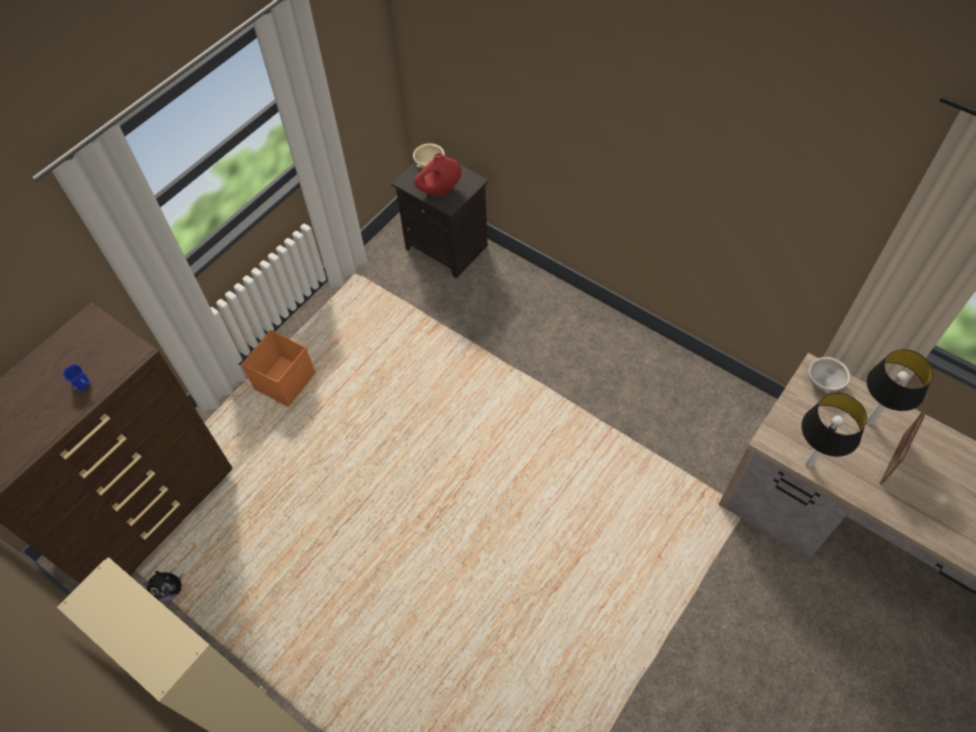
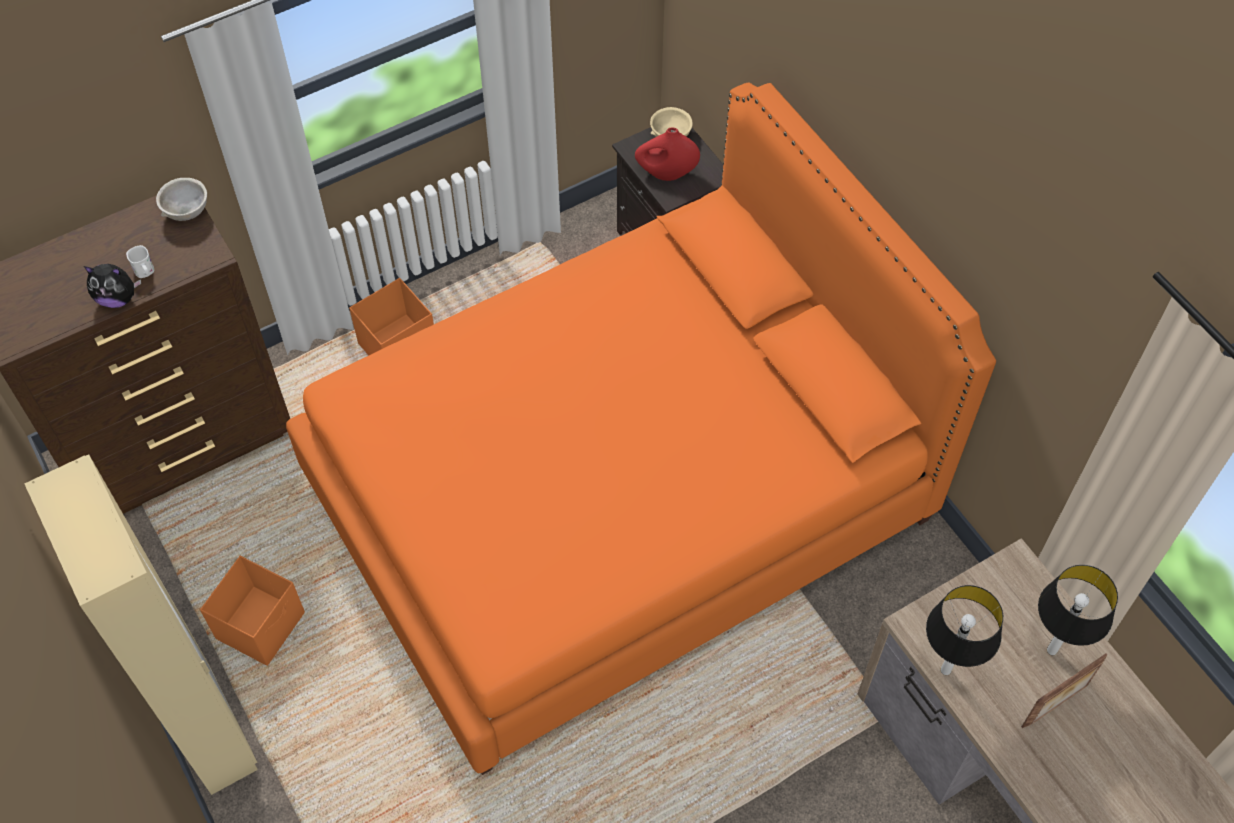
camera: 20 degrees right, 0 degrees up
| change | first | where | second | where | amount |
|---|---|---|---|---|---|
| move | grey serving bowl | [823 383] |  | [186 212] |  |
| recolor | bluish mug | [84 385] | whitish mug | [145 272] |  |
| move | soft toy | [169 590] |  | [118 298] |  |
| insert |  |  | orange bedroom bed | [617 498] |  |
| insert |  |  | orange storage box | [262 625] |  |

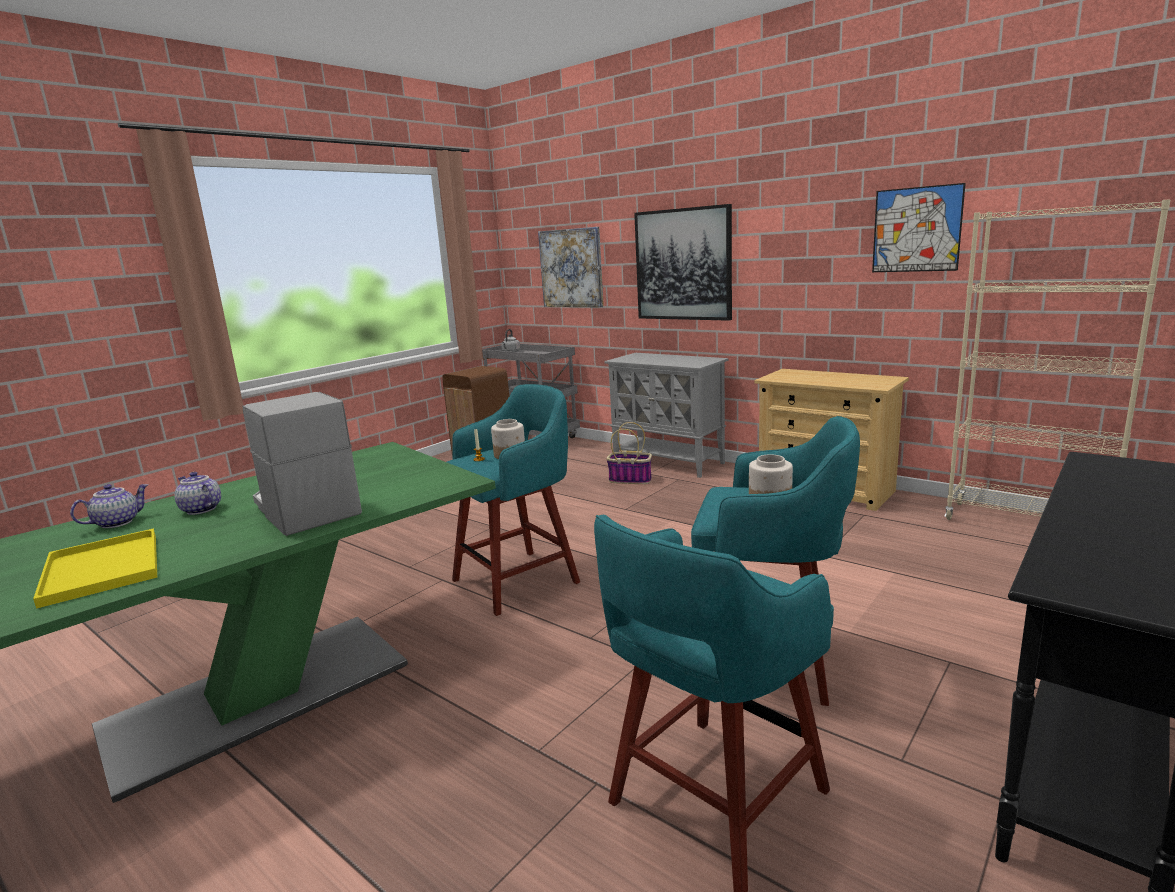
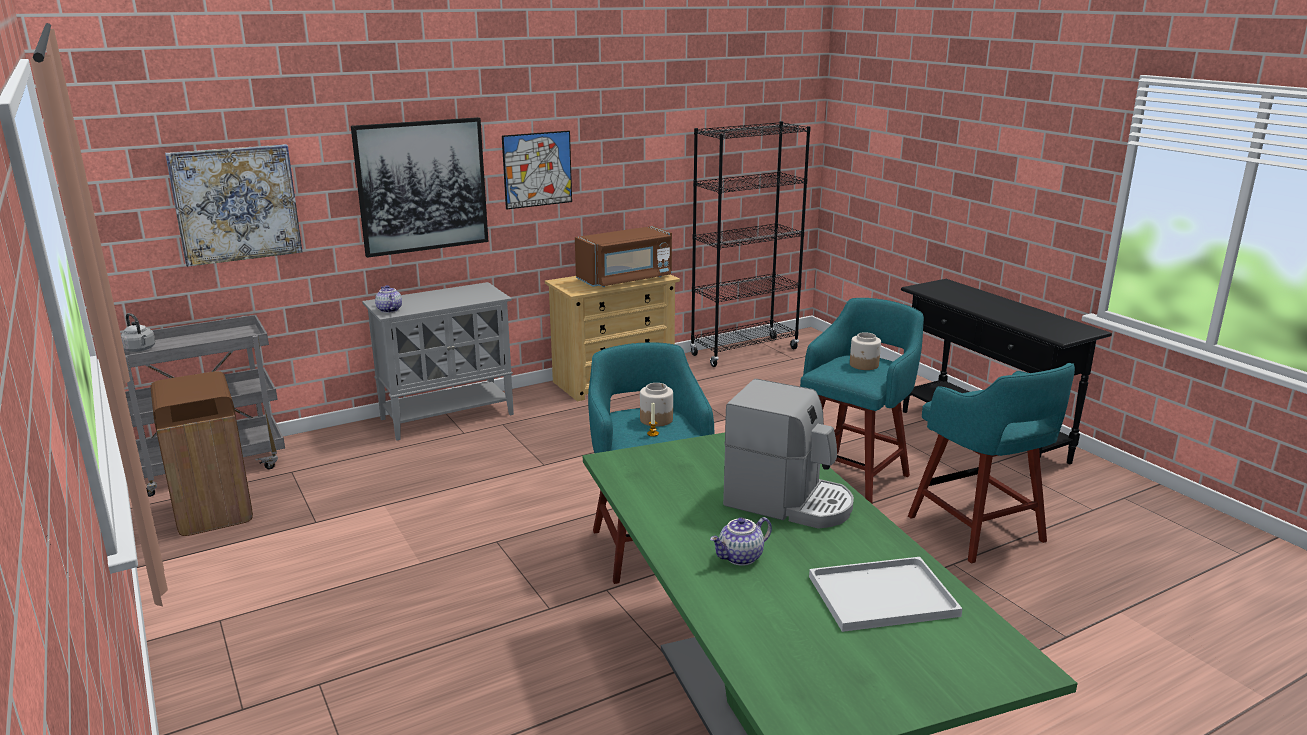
camera: 70 degrees left, 5 degrees up
| change | first | where | second | where | amount |
|---|---|---|---|---|---|
| move | wall picture | [916 229] |  | [537 169] |  |
| recolor | sand-coloured bookshelf | [1027 524] | black bookshelf | [744 352] |  |
| rotate | coffee brewer | [305 509] |  | [789 502] | 135 degrees counterclockwise |
| delete | basket | [631 480] |  |  |  |
| move | teapot | [117 522] |  | [388 310] |  |
| recolor | yellow carrying tray | [100 568] | whitish carrying tray | [880 597] |  |
| insert |  |  | brown-coloured microwave oven | [625 279] |  |

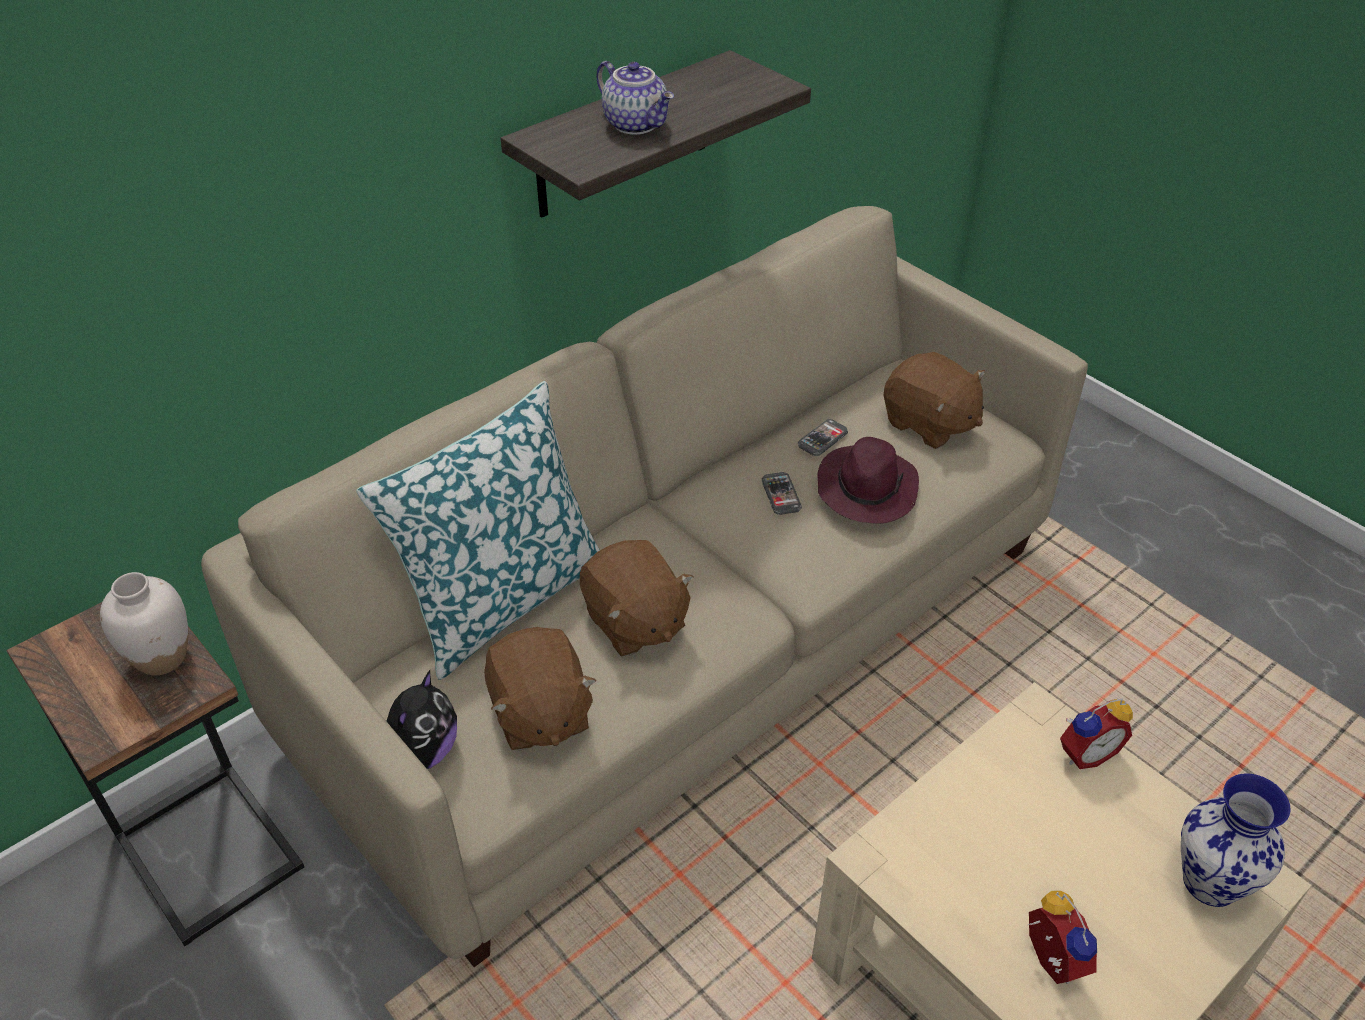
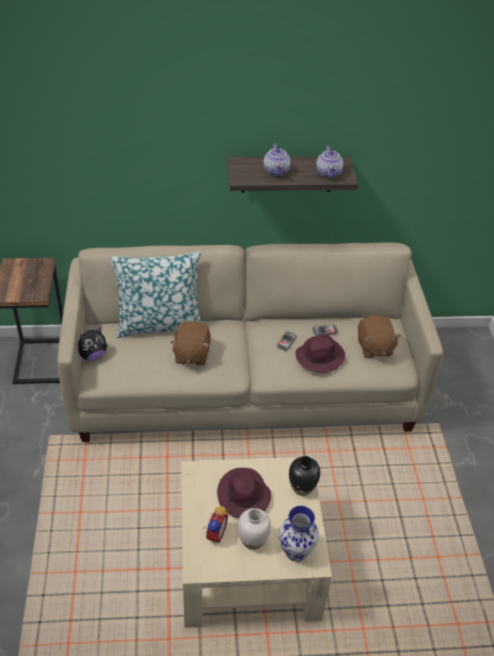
camera: 35 degrees right, 0 degrees up
| change | first | where | second | where | amount |
|---|---|---|---|---|---|
| move | whitish decorative vase | [162 658] |  | [252 541] |  |
| delete | brown-coloured soft toy | [539 714] |  |  |  |
| replace | alarm clock | [1085 752] | black decorative vase | [302 488] |  |
| insert |  |  | teapot | [329 173] |  |
| insert |  |  | purple-coloured hat | [244 496] |  |

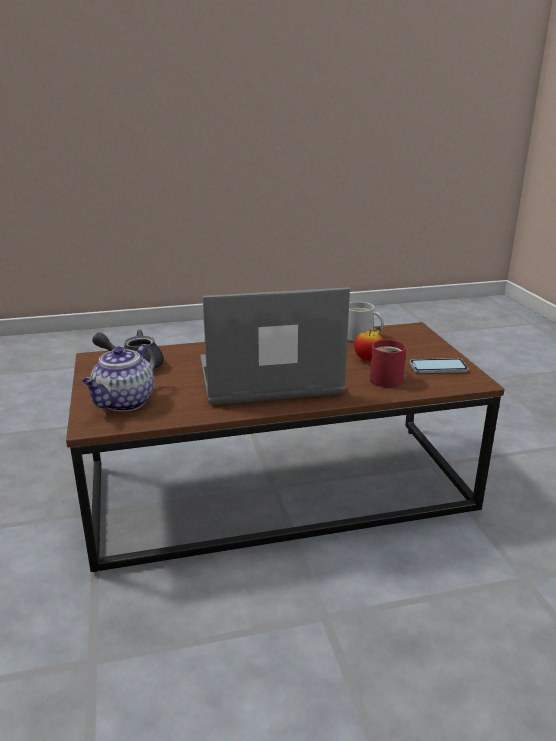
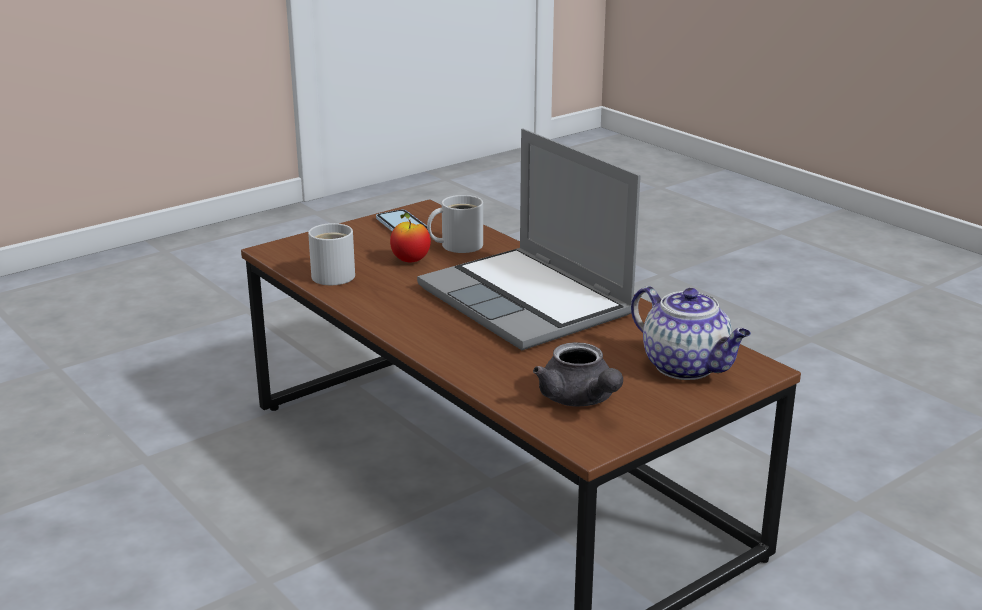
camera: 115 degrees left, 0 degrees up
| change | first | where | second | where | amount |
|---|---|---|---|---|---|
| recolor | red-coloured mug | [387 378] | whitish mug | [458 245] |  |
| rotate | teapot | [124 403] |  | [687 367] | 45 degrees clockwise |

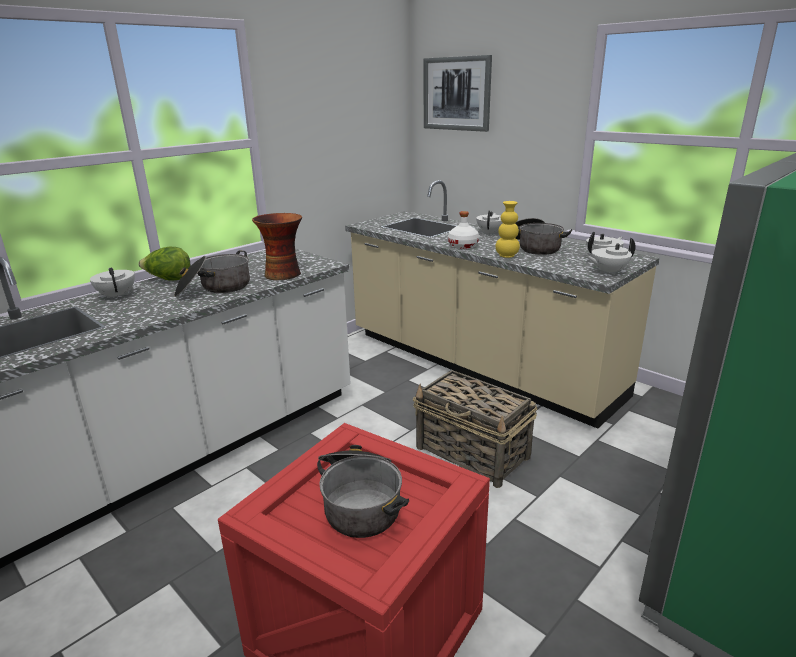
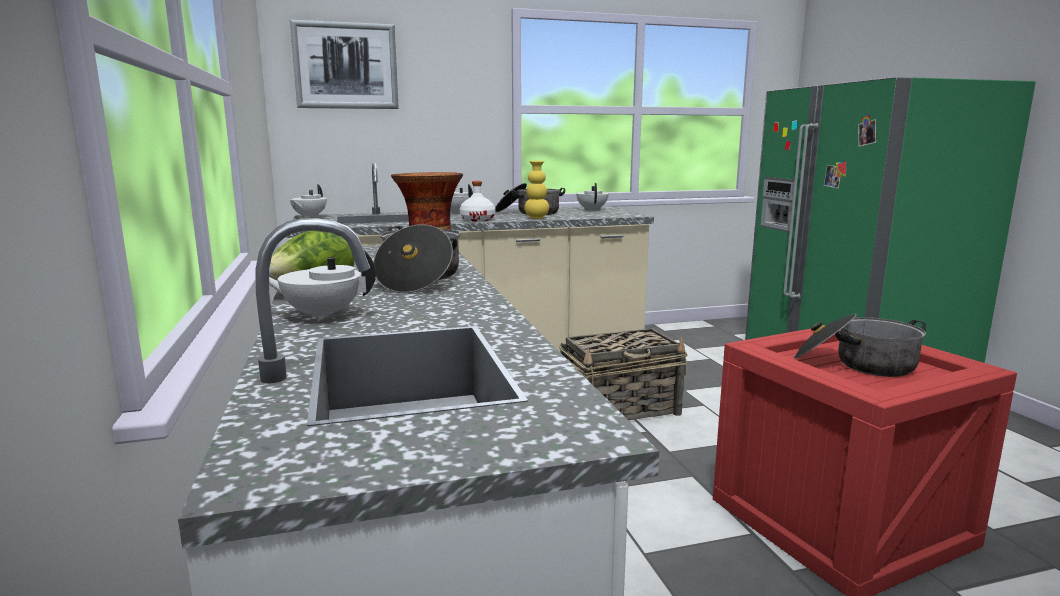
camera: 60 degrees left, 10 degrees down
| change | first | where | second | where | amount |
|---|---|---|---|---|---|
| move | whitish teapot | [608 272] |  | [309 217] |  |

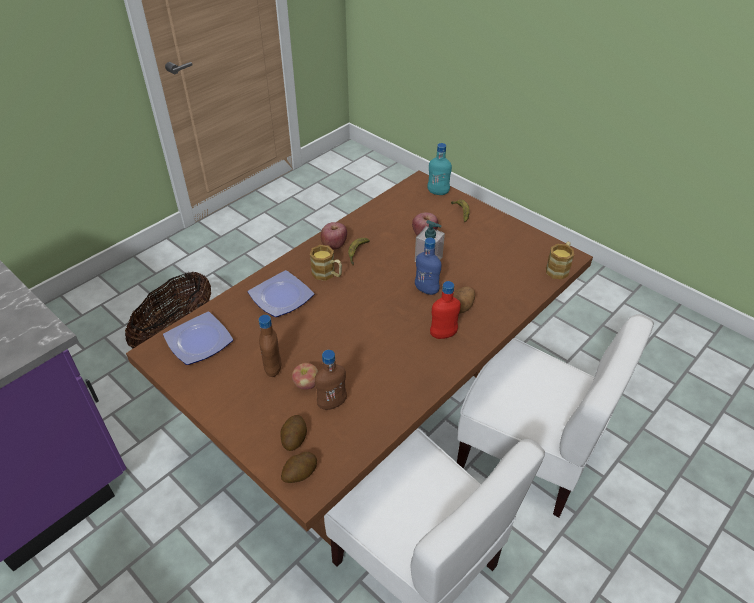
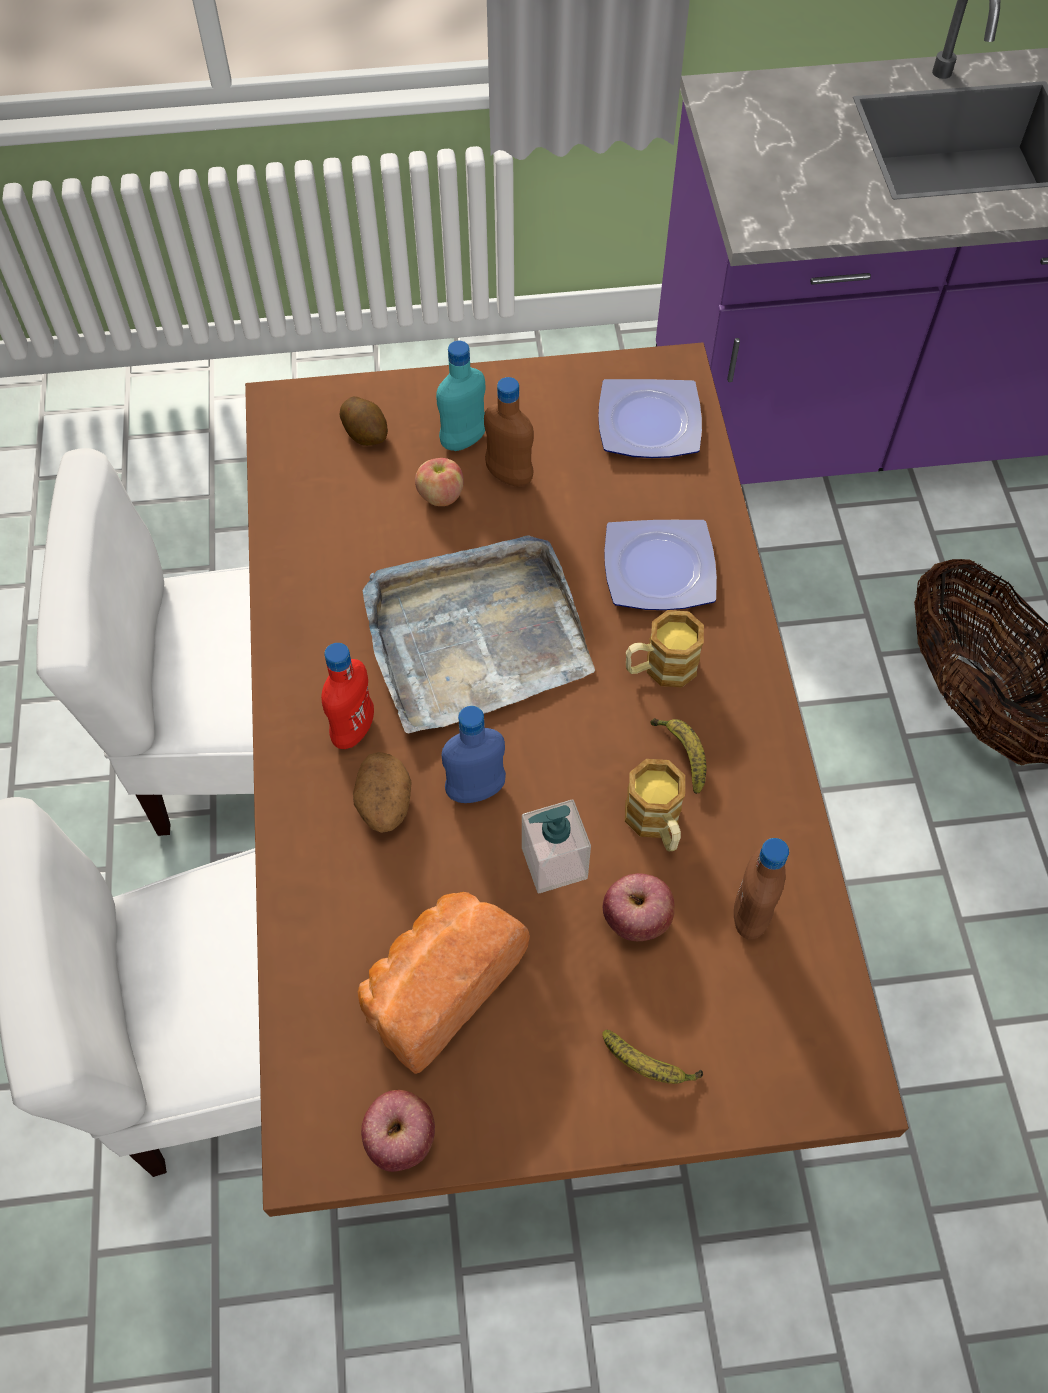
camera: 130 degrees right, 15 degrees up
| change | first | where | second | where | amount |
|---|---|---|---|---|---|
| move | turquoise drink bottle | [438 192] |  | [464 440] |  |
| move | whole apple | [334 245] |  | [401 1139] |  |
| move | mug | [559 268] |  | [656 824] |  |
| move | brown-coloured drink bottle | [332 403] |  | [751 914] |  |
| delete | whole potato | [300 474] |  |  |  |
| insert |  |  | grey carrying tray | [475 636] |  |
| insert |  |  | bread | [438 985] |  |

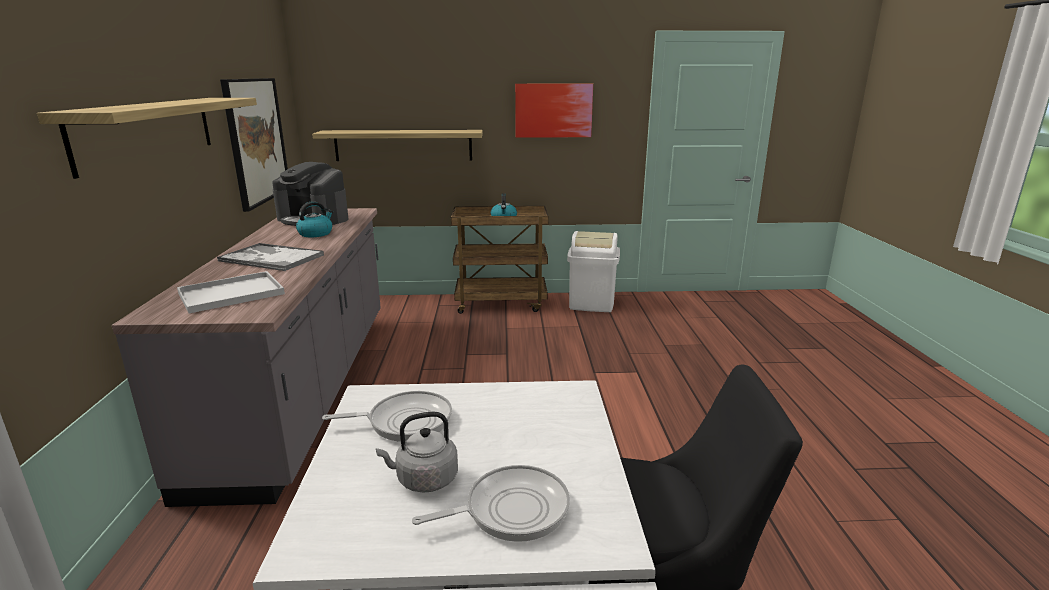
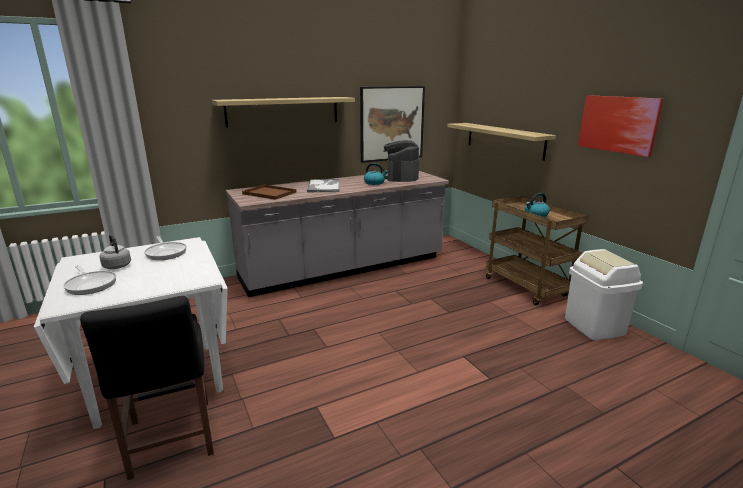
camera: 65 degrees right, 0 degrees up
| change | first | where | second | where | amount |
|---|---|---|---|---|---|
| recolor | whitish carrying tray | [229 294] | brown-coloured carrying tray | [268 193] |  |

